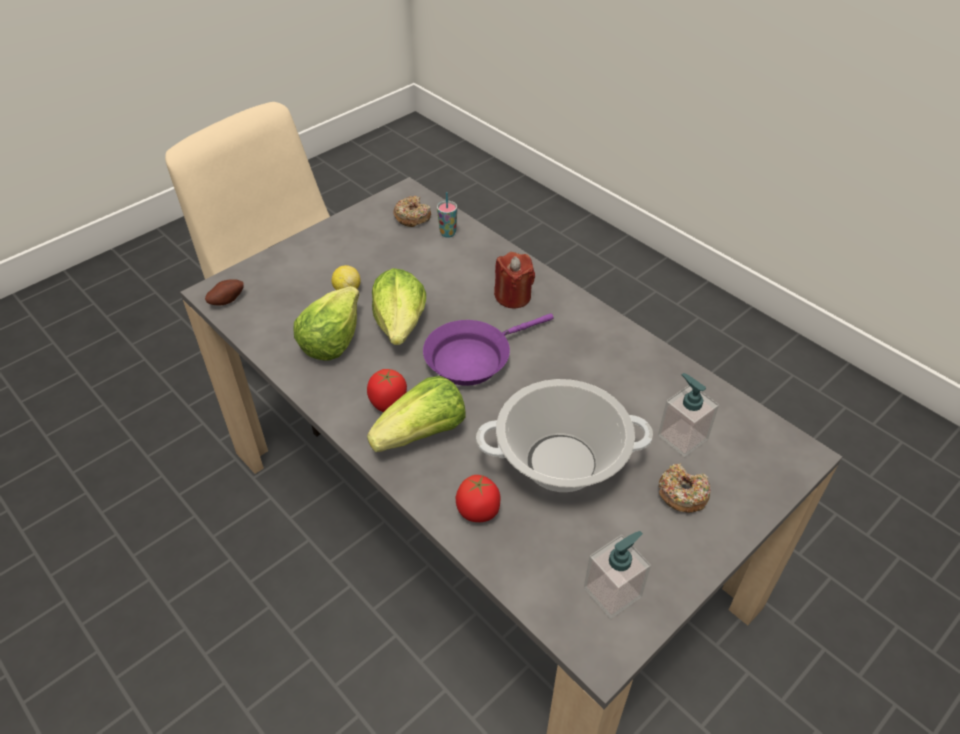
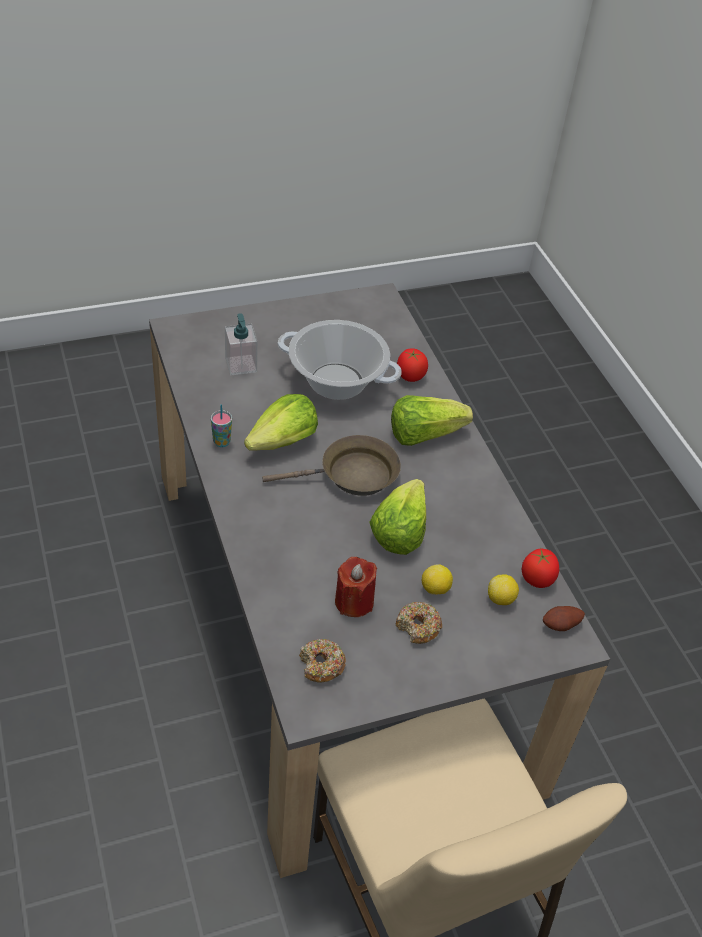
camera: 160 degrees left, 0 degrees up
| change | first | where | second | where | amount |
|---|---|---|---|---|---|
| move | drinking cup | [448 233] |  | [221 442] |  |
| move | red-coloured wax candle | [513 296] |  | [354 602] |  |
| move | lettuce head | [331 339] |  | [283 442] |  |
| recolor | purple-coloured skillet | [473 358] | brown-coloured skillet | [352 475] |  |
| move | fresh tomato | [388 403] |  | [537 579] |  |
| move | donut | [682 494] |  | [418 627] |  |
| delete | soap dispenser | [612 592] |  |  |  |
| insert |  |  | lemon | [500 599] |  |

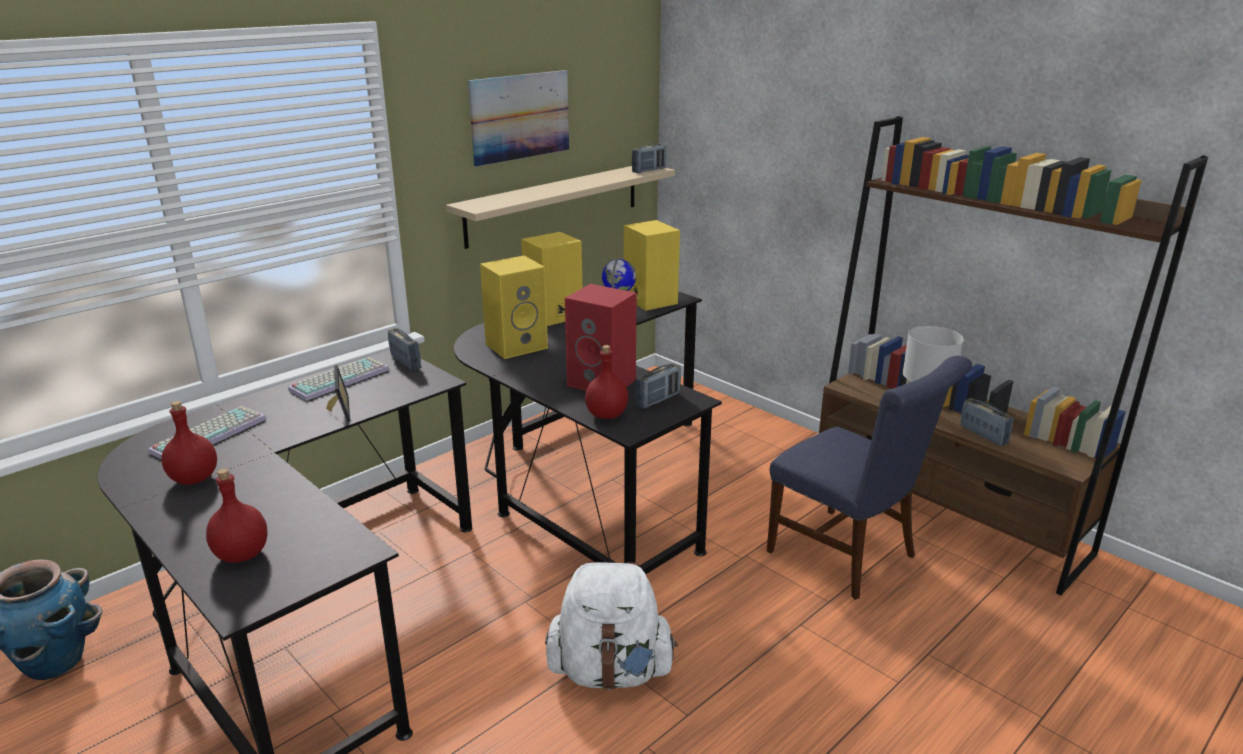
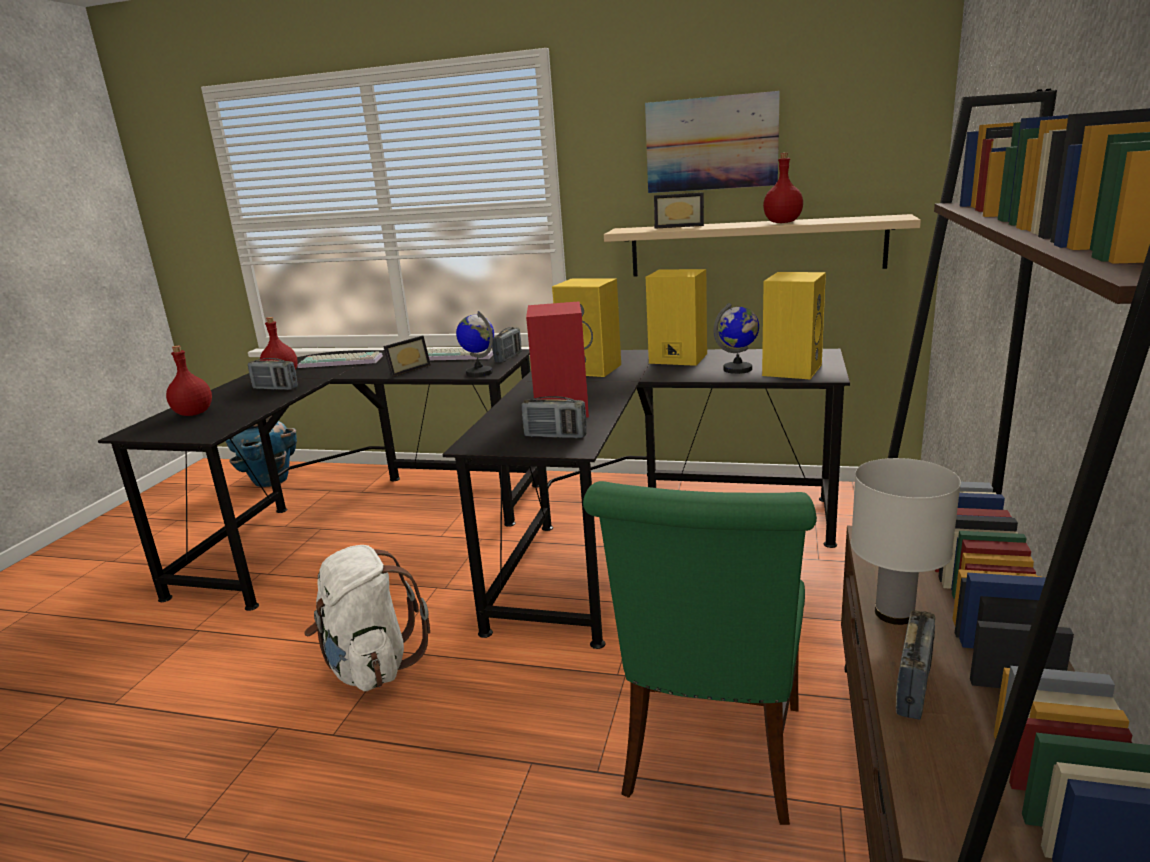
camera: 60 degrees right, 5 degrees down
| change | first | where | second | where | amount |
|---|---|---|---|---|---|
| move | radio receiver | [649 170] |  | [275 388] |  |
| move | red-coloured drink bottle | [606 415] |  | [781 222] |  |
| recolor | bluish plain chair | [849 556] | green plain chair | [711 758] |  |
| insert |  |  | standing frame | [679 226] |  |
| insert |  |  | globe | [479 373] |  |

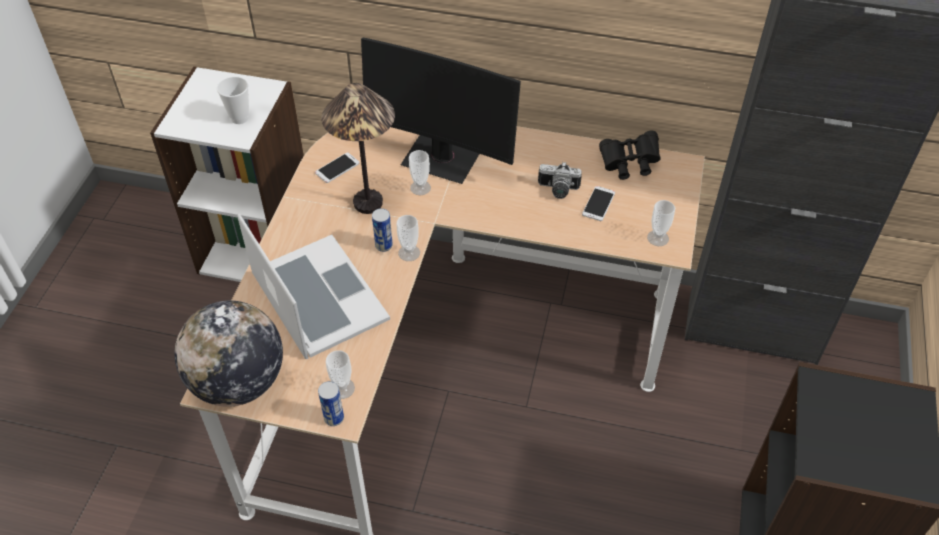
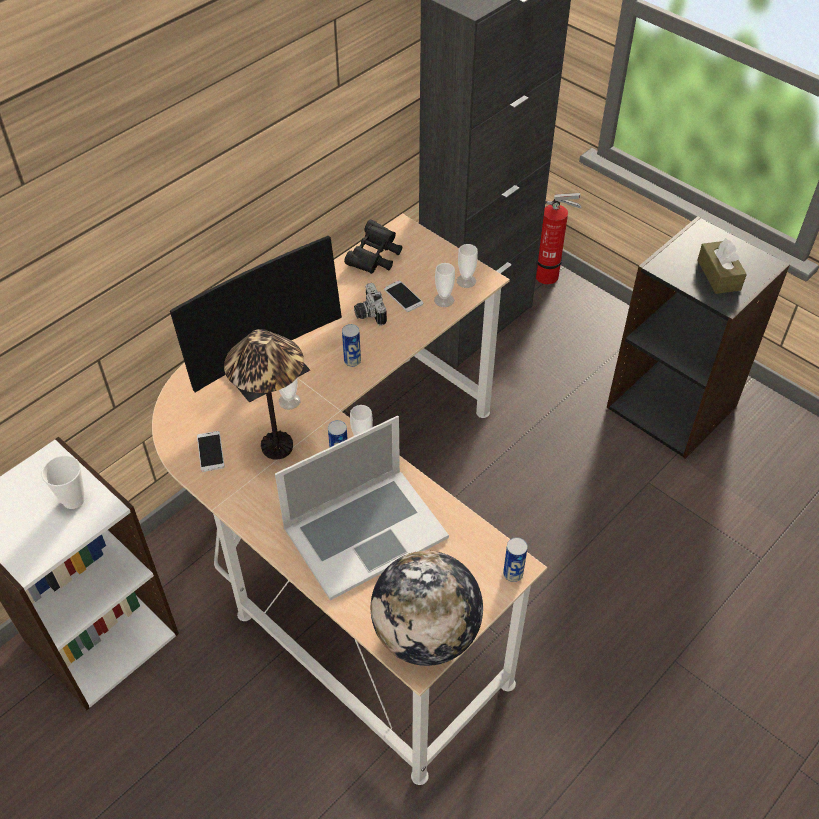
camera: 60 degrees left, 0 degrees up
| change | first | where | second | where | amount |
|---|---|---|---|---|---|
| rotate | photo camera | [557 190] |  | [368 313] | 120 degrees clockwise |
| rotate | notebook computer | [318 296] |  | [364 531] | 150 degrees clockwise |
| move | drinking cup | [342 388] |  | [444 300] |  |
| insert |  |  | extinguisher | [550 276] |  |
| insert |  |  | brown-coloured tissue box | [718 275] |  |
| insert |  |  | sealed can | [352 361] |  |

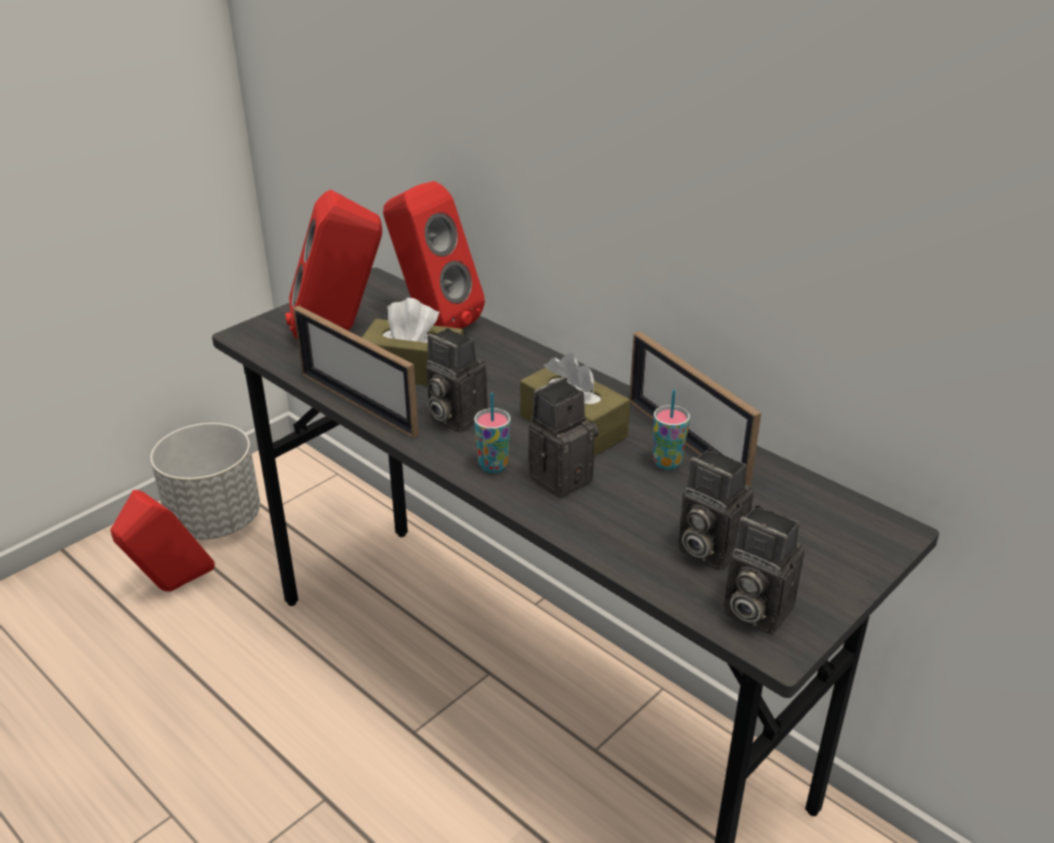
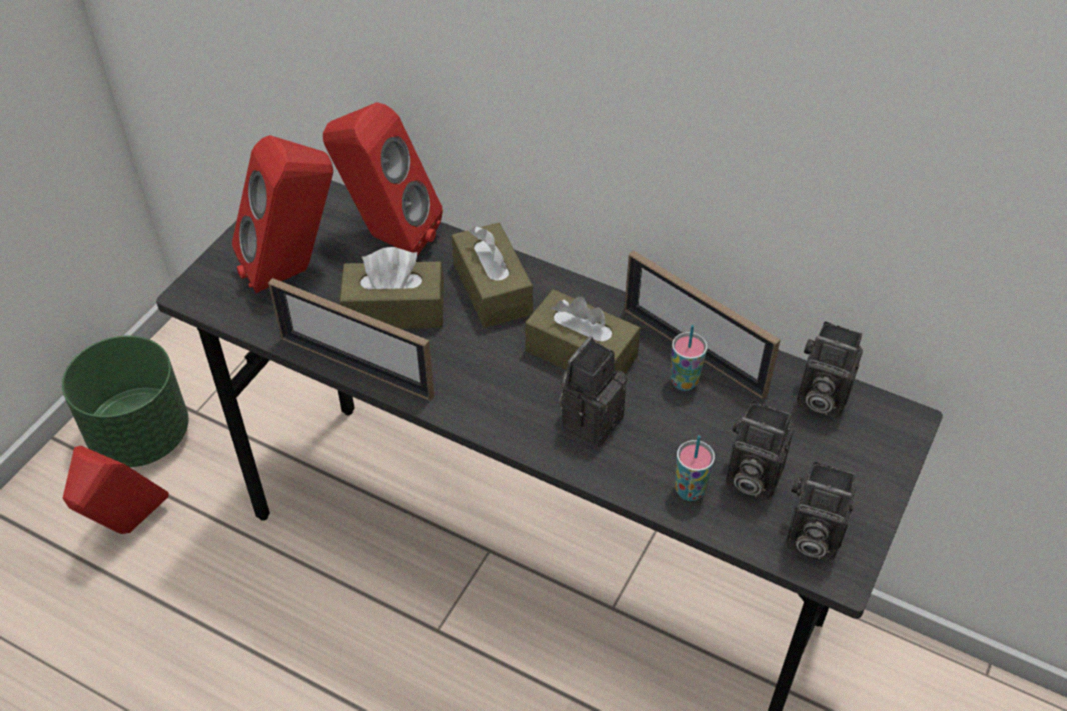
camera: 15 degrees left, 15 degrees up
| change | first | where | second | where | amount |
|---|---|---|---|---|---|
| move | photo camera | [453 417] |  | [819 398] |  |
| move | drinking cup | [493 466] |  | [689 490] |  |
| recolor | grey plant pot | [214 521] | green plant pot | [140 437] |  |
| insert |  |  | brown-coloured tissue box | [492 289] |  |

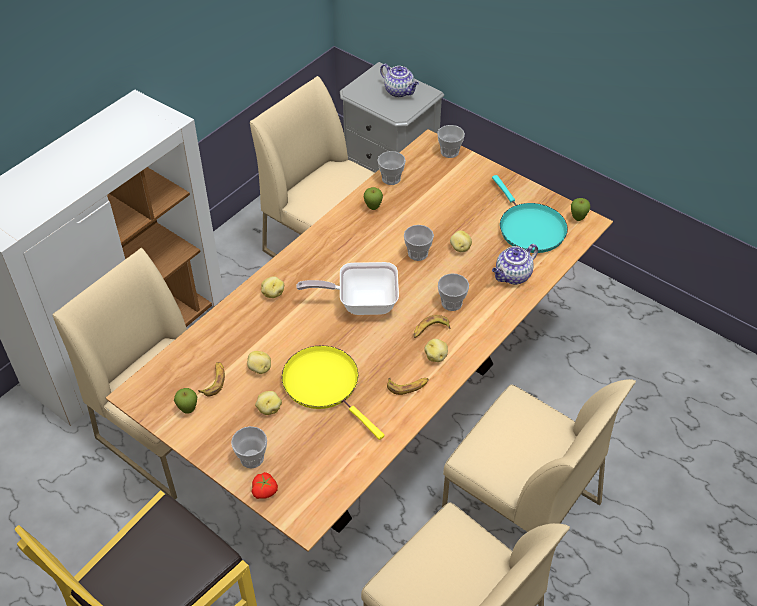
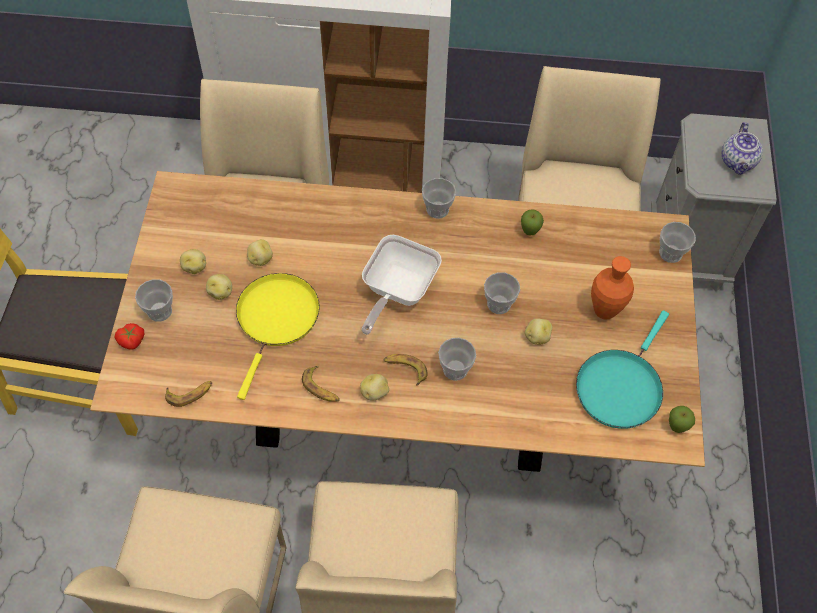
camera: 55 degrees right, 10 degrees up
| change | first | where | second | where | amount |
|---|---|---|---|---|---|
| move | drinking cup | [391 178] |  | [437 209] |  |
| delete | teapot | [512 276] |  |  |  |
| rotate | skillet | [361 303] |  | [396 292] | 120 degrees counterclockwise |
| move | whole potato | [272 293] |  | [194 267] |  |
| move | banana fruit | [214 381] |  | [190 393] |  |
| delete | whole apple | [188 410] |  |  |  |
| insert |  |  | orange decorative vase | [604 311] |  |

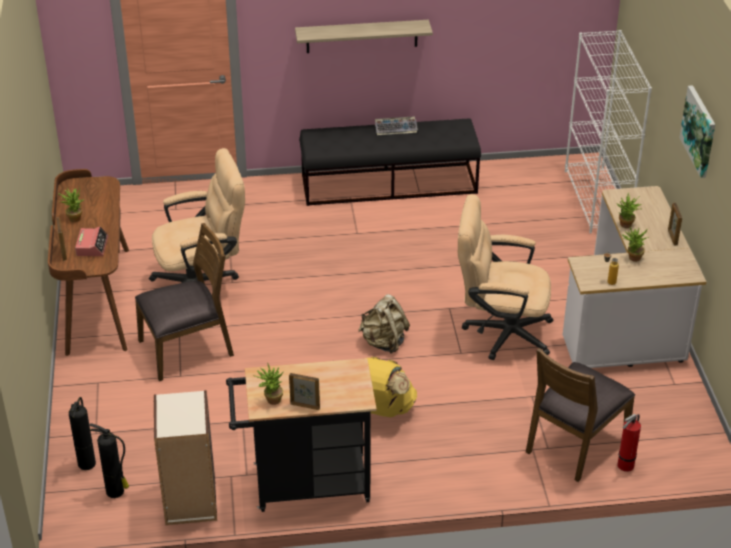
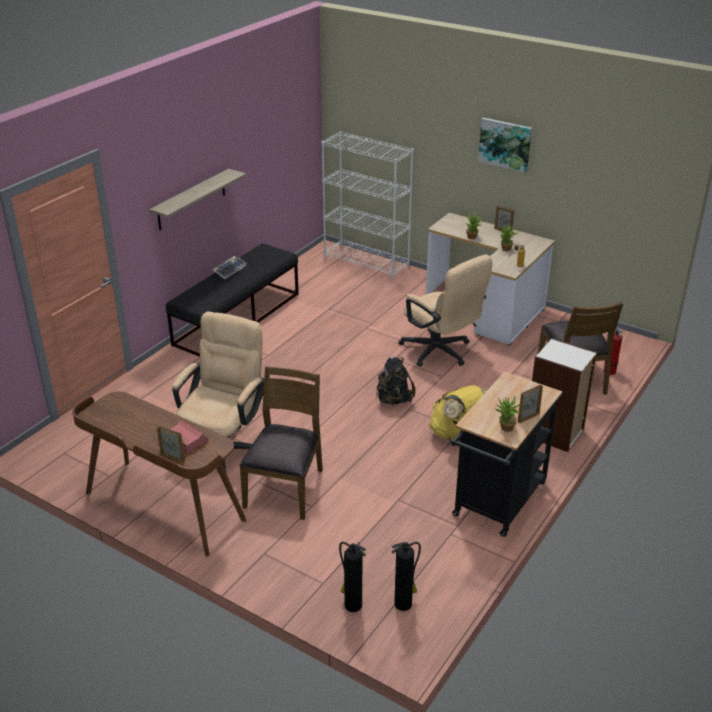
camera: 50 degrees left, 5 degrees down
| change | first | where | second | where | amount |
|---|---|---|---|---|---|
| delete | houseplant | [74 217] |  |  |  |
| rotate | sand-coloured desk chair | [499 332] |  | [441 353] | 90 degrees counterclockwise |
| recolor | sand-coloured knapsack | [384 342] | black knapsack | [393 399] |  |
| move | bookshelf | [190 501] |  | [555 434] |  |

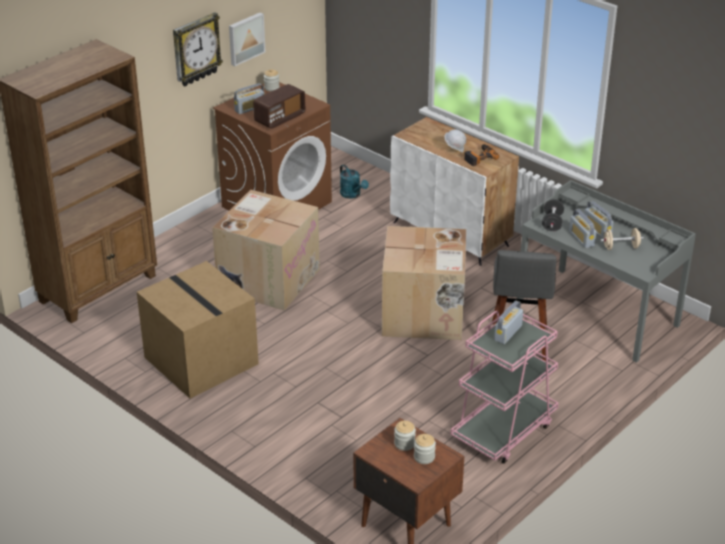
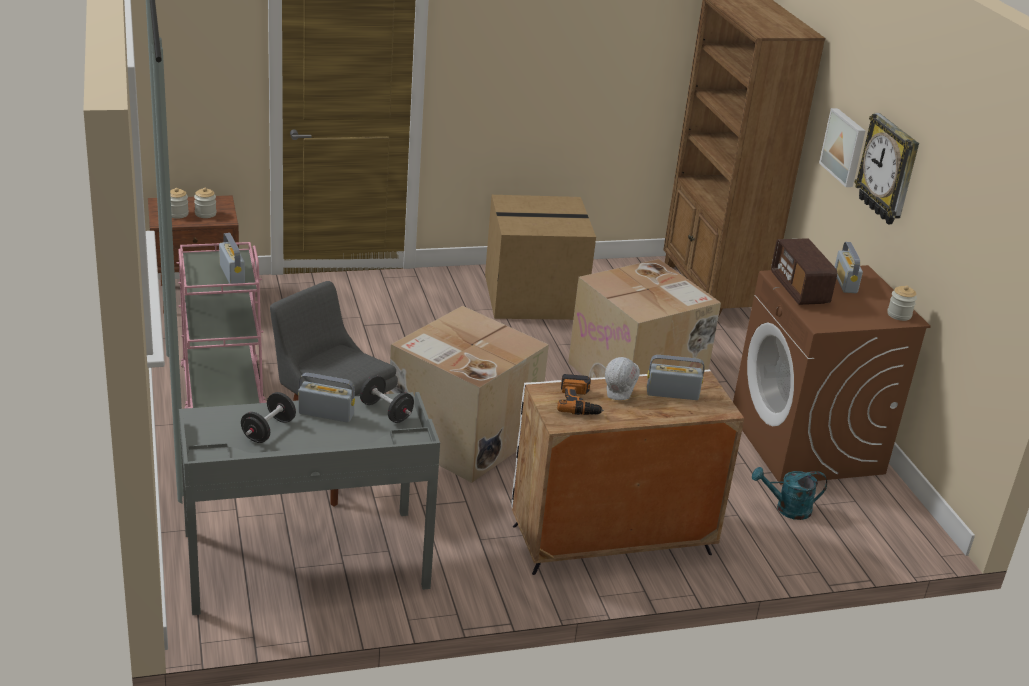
camera: 120 degrees right, 5 degrees down
| change | first | where | second | where | amount |
|---|---|---|---|---|---|
| move | wall picture | [245 38] |  | [845 147] |  |
| move | radio receiver | [597 230] |  | [672 394] |  |
| recolor | sand-coloured hand weight | [621 247] | black hand weight | [268 431] |  |

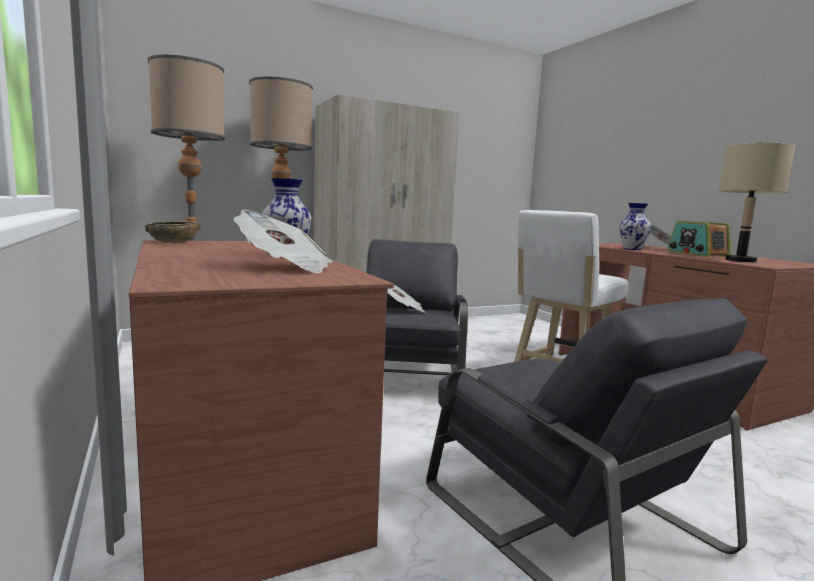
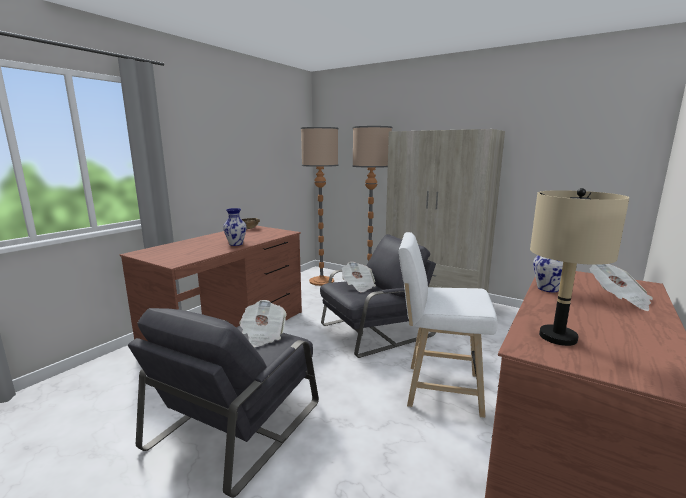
camera: 60 degrees right, 5 degrees up
| change | first | where | second | where | amount |
|---|---|---|---|---|---|
| move | printed paper | [285 267] |  | [263 335] |  |
| delete | radio receiver | [696 254] |  |  |  |

